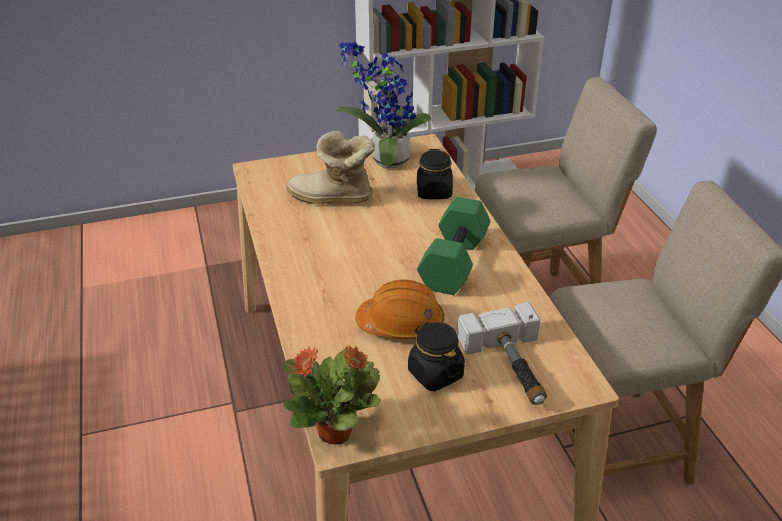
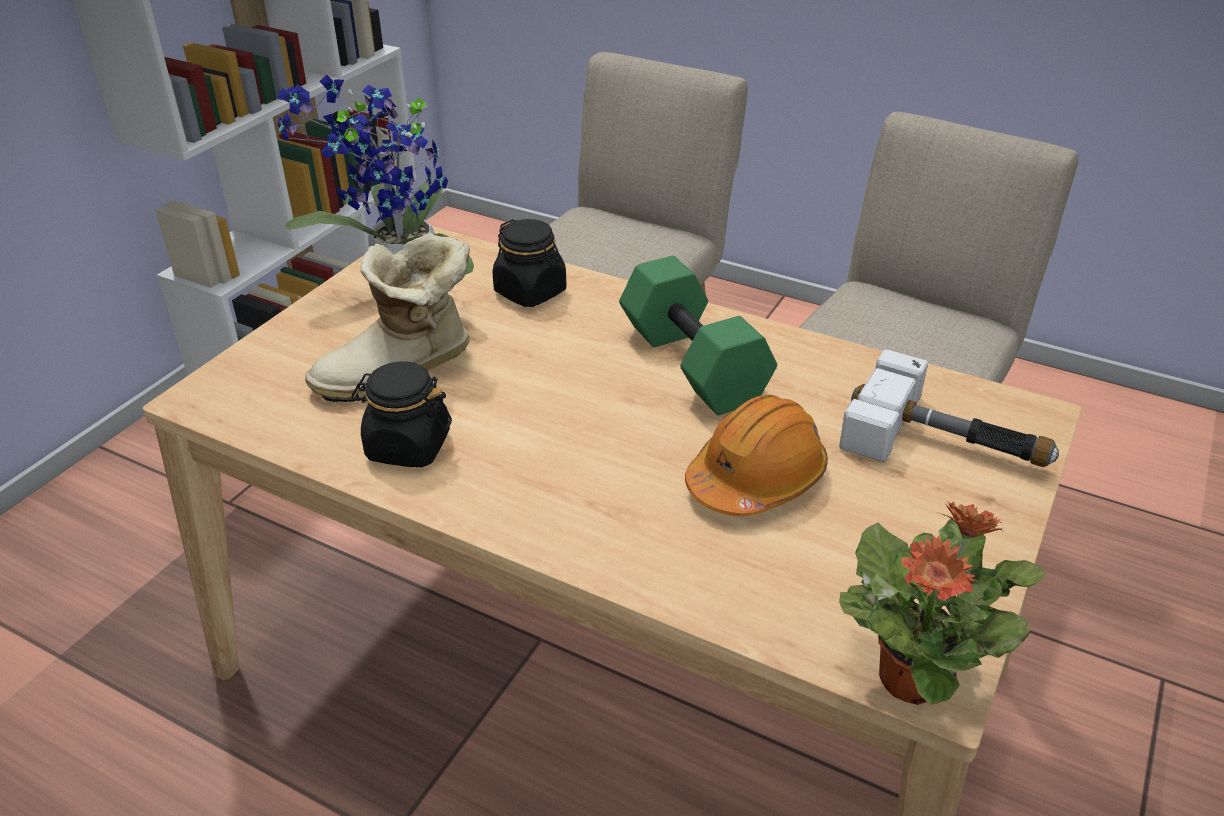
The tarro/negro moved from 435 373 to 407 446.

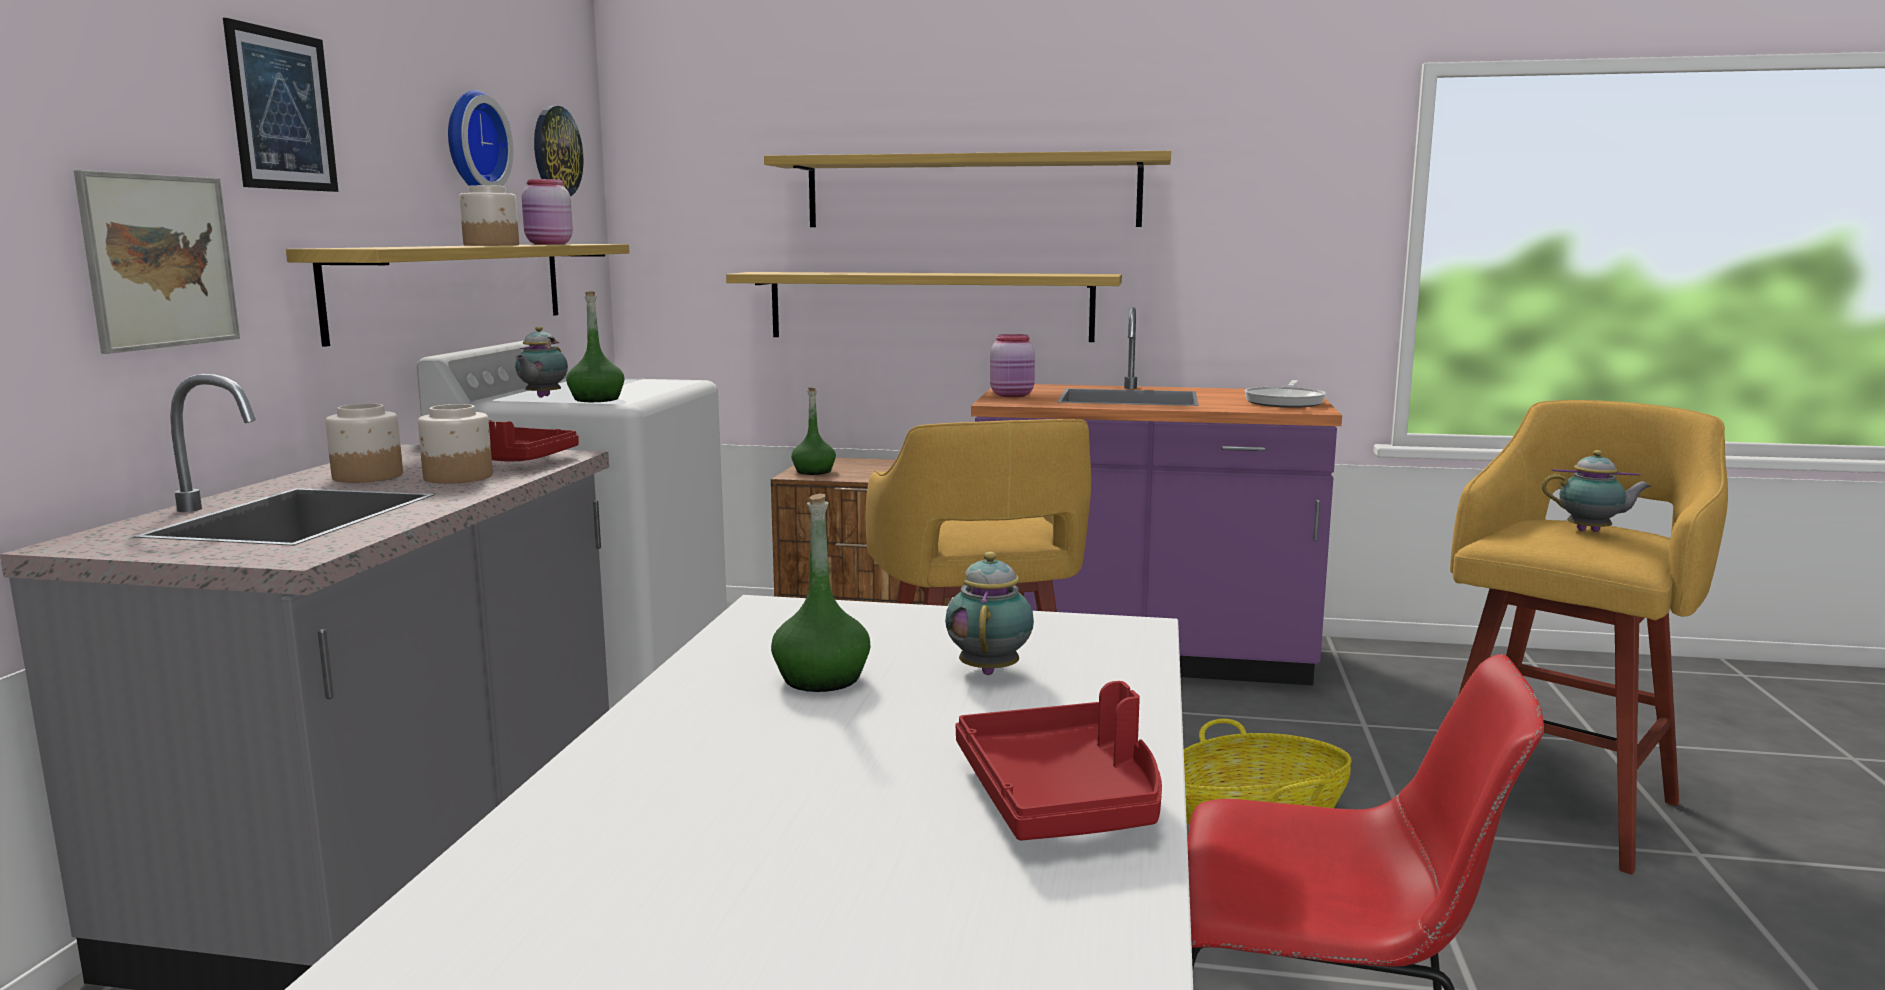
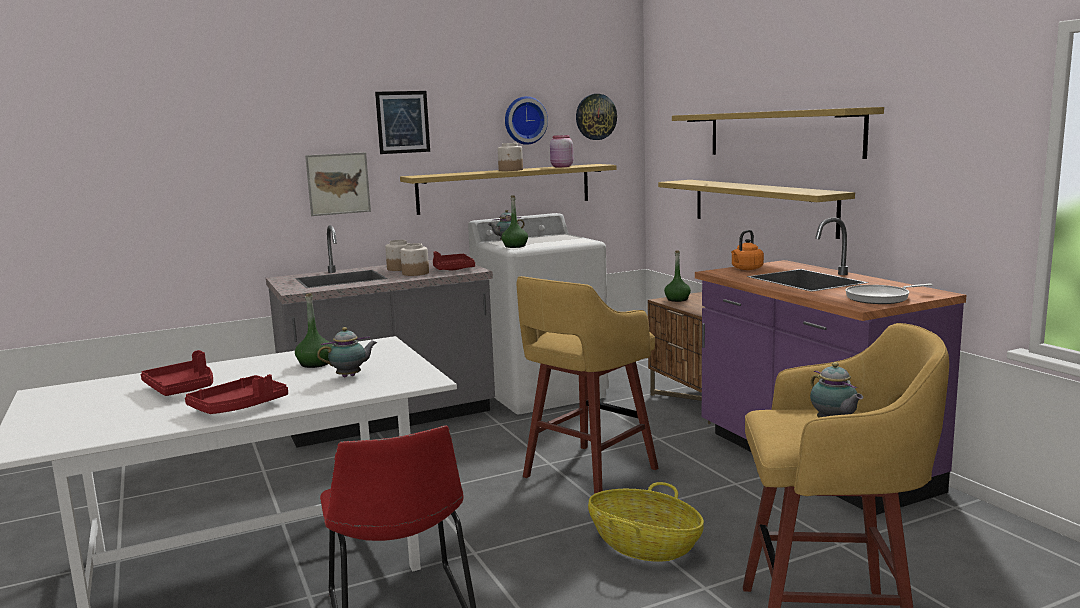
The bandeja/rojo at 182 388 appeared. The tarro/rosa at 1013 395 was replaced by the hervidor/naranja at 746 269.

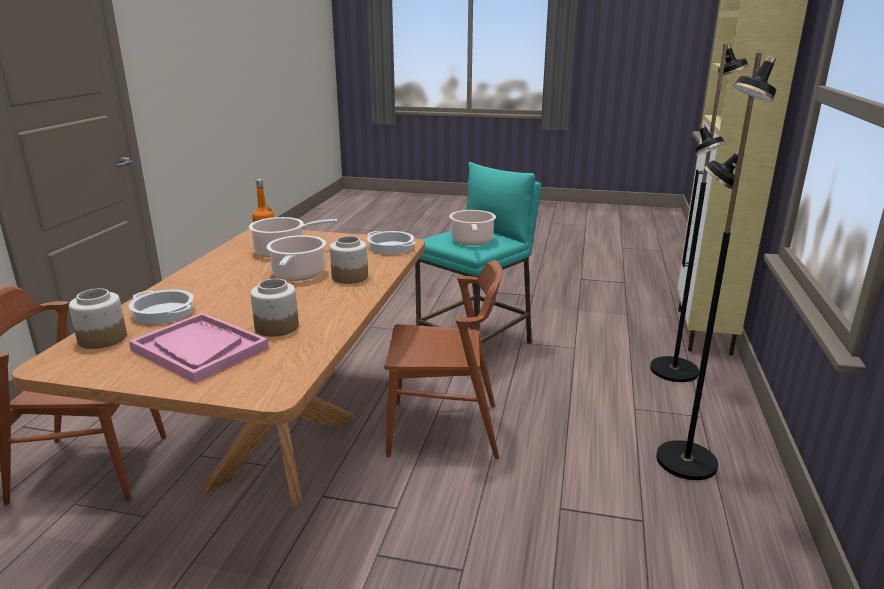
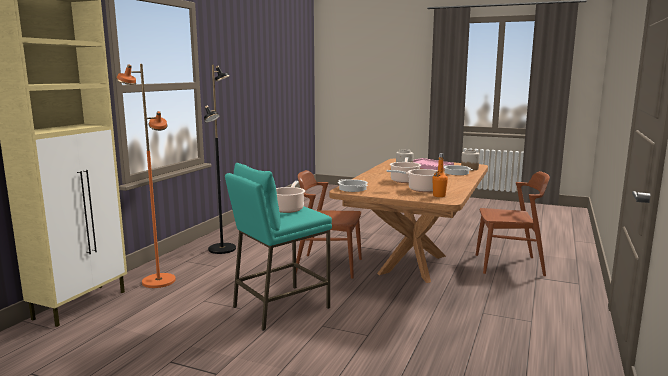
The tarro at 350 277 disappeared. The lámpara de pie/negro at 675 370 became the lámpara de pie/naranja at 158 281.

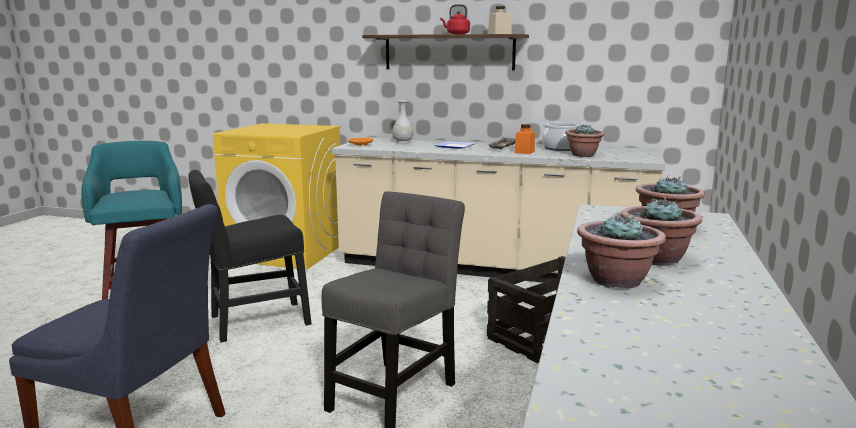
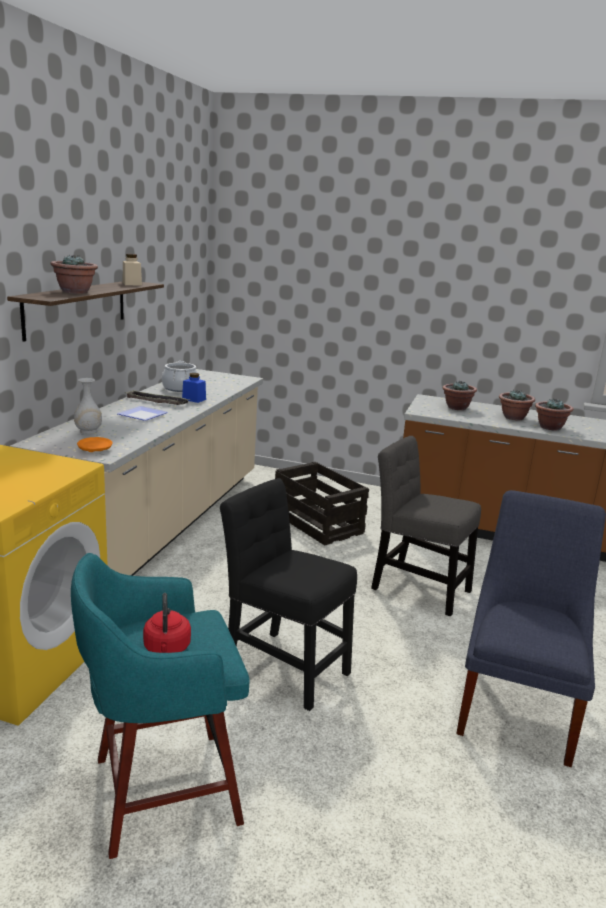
The hervidor/rojo moved from 456 34 to 167 649. The planta en maceta moved from 583 155 to 75 292. The tarro/naranja at 524 152 became the tarro/azul at 194 399. The silla/negro at 254 322 turned 150 degrees clockwise.

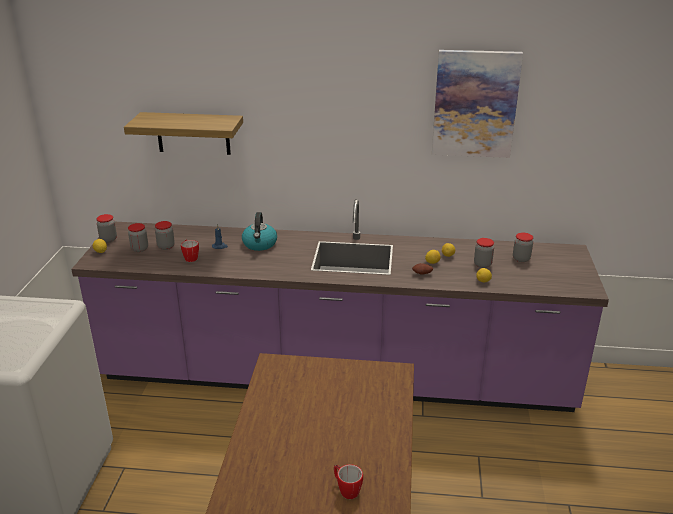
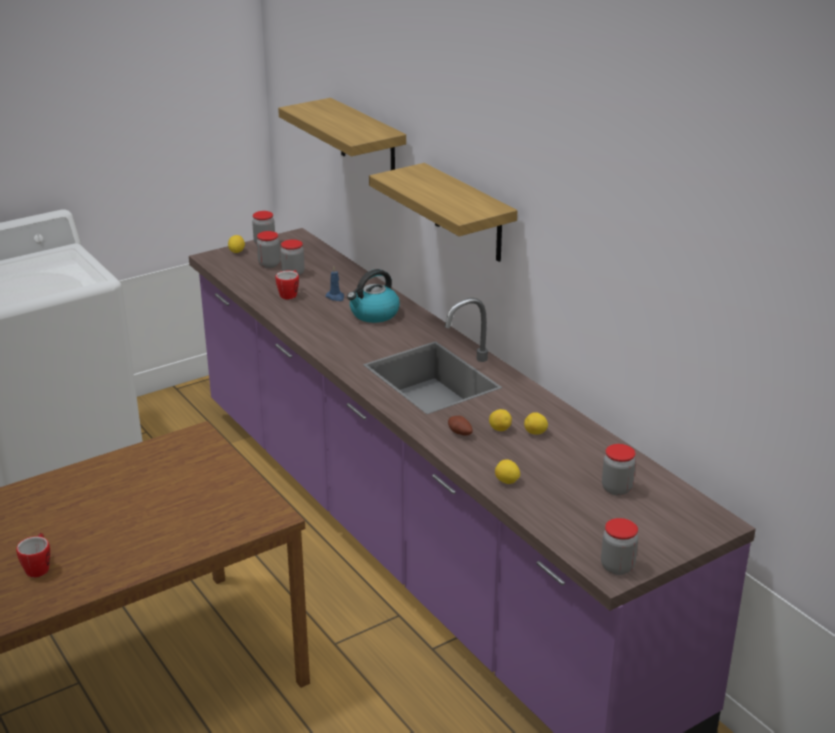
The cuadro at 475 104 disappeared. The estante at 468 214 appeared. The tarro moved from 482 264 to 617 567.

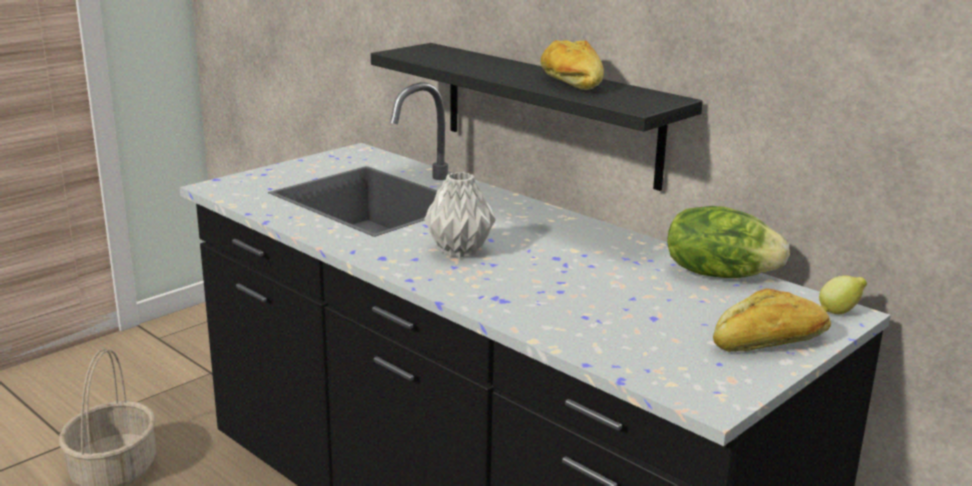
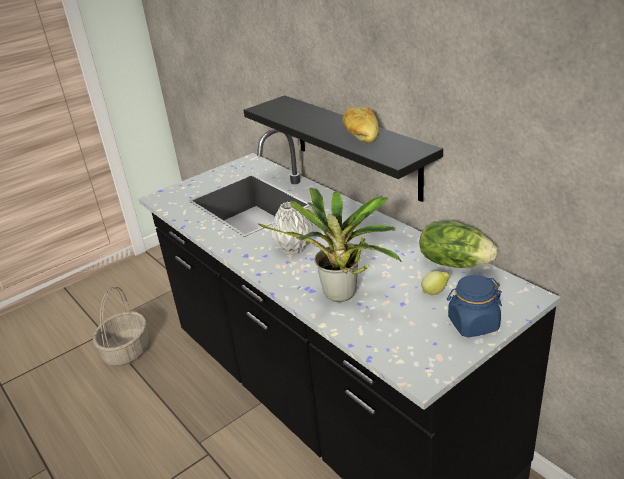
The planta en maceta at 342 297 appeared. The limón moved from 839 312 to 435 292. The pan at 771 342 was replaced by the tarro/azul at 473 324.

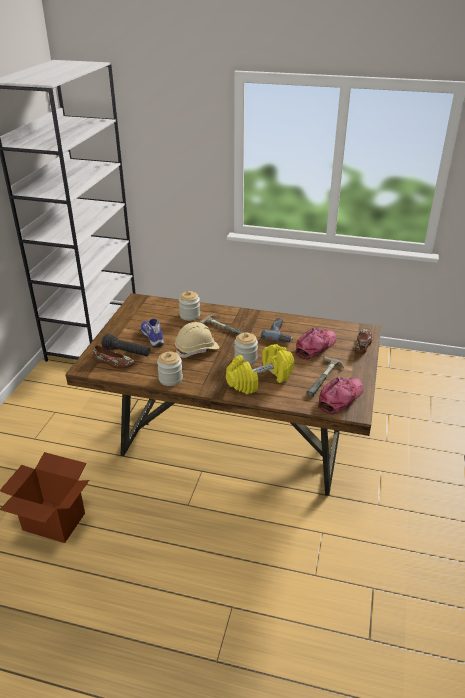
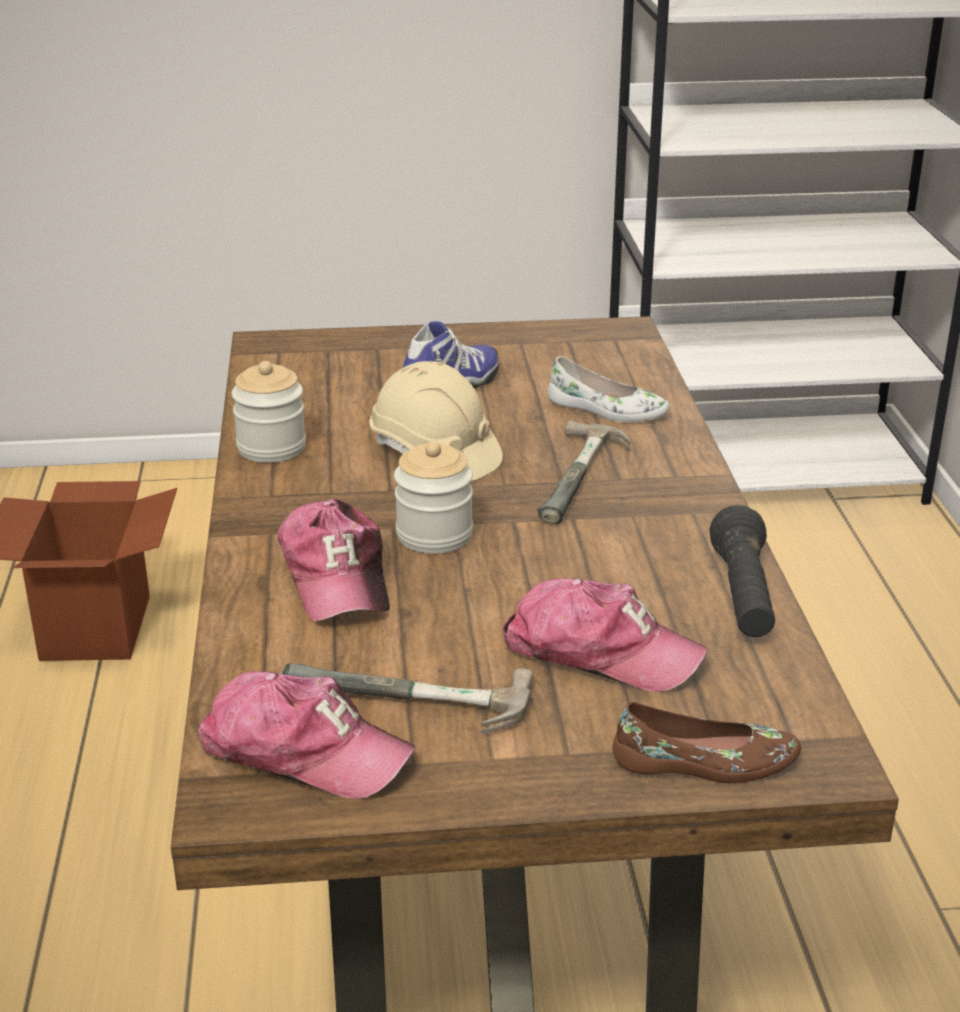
The zapato/marrón at 114 363 disappeared. The taladro at 280 334 disappeared. The linterna/negro moved from 127 352 to 743 596. The tarro at 190 315 was replaced by the zapato/blanco at 606 410. The mancuerna/amarillo at 260 379 was replaced by the gorra at 337 578.

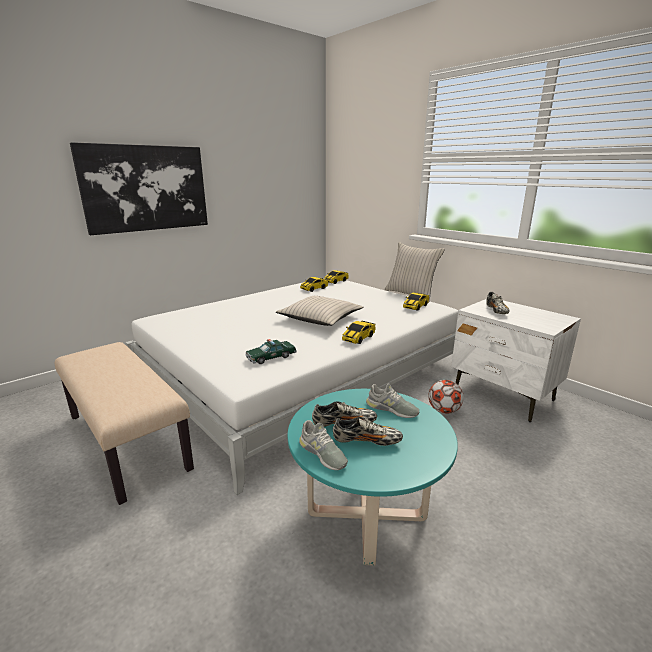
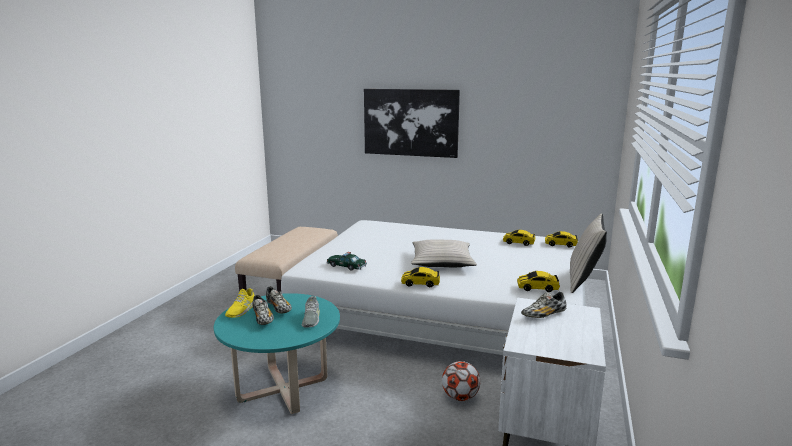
The zapato/gris at 322 454 became the zapato/amarillo at 241 310.

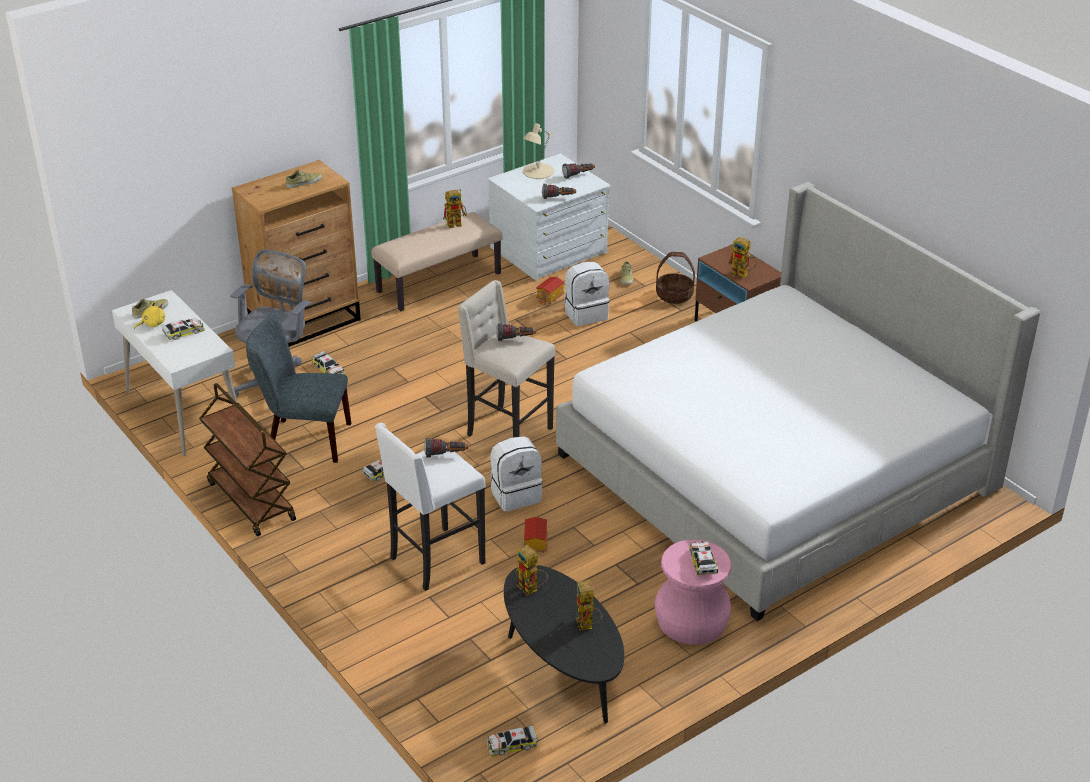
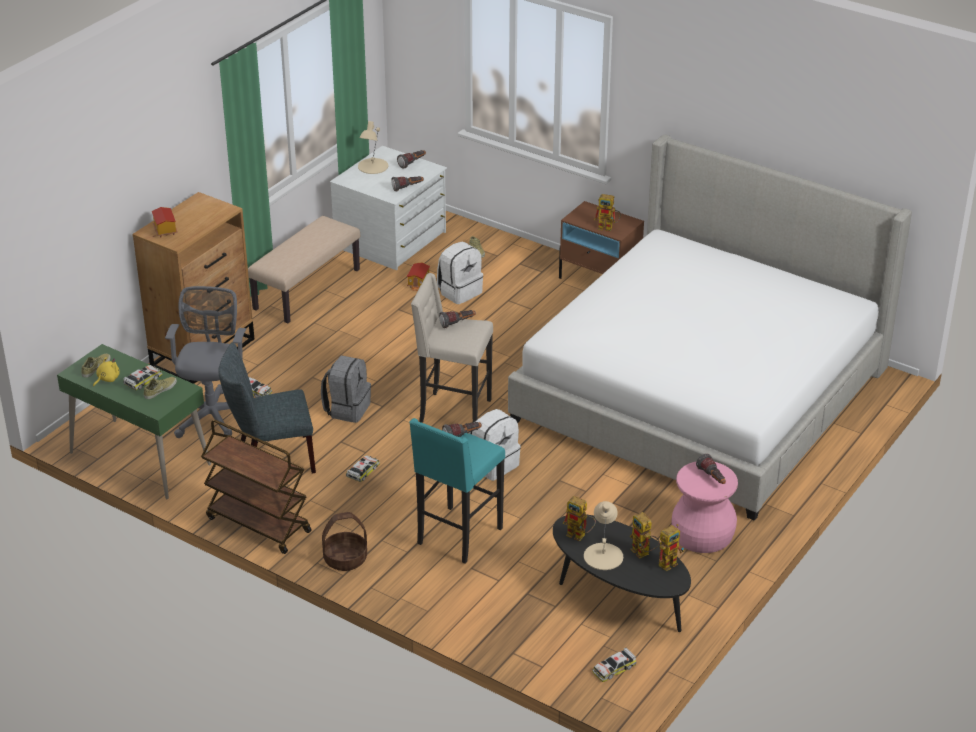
The mochila/gris at 347 409 appeared. The lámpara de mesa/beis at 603 556 appeared. The zapato/beis moved from 303 182 to 160 390. The robot de juguete moved from 457 223 to 669 562. The casita moved from 535 544 to 164 230. The cesta moved from 674 295 to 345 558. The coche de juguete at 702 562 was replaced by the linterna at 712 478. The escritorio/blanco at 184 411 became the escritorio/verde at 139 459. The taburete/blanco at 435 561 became the taburete/turquesa at 457 537.

